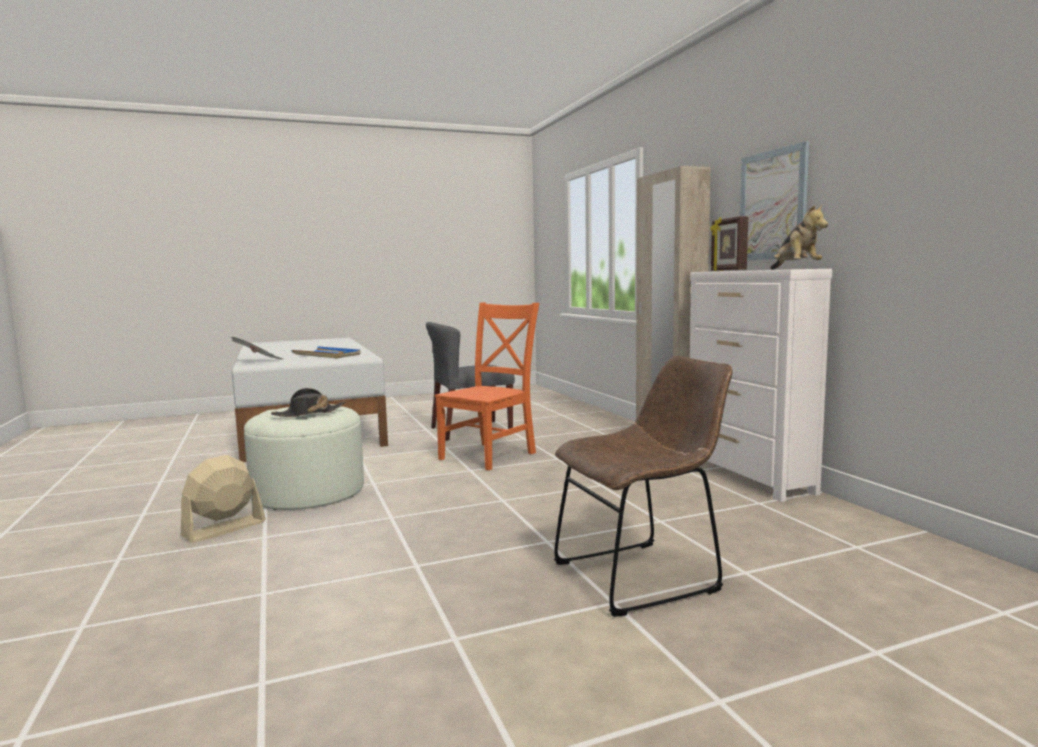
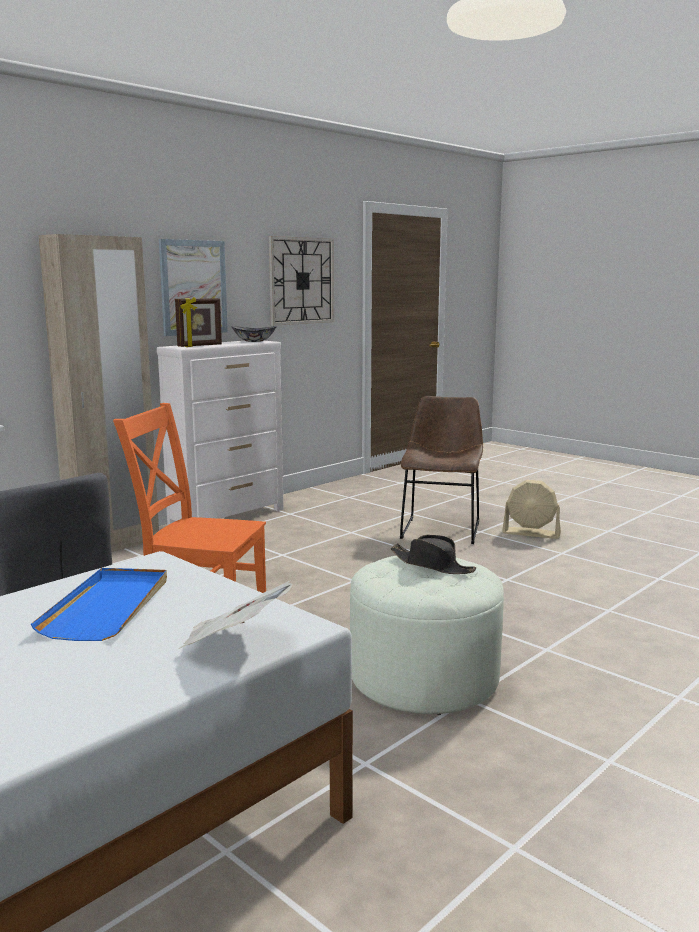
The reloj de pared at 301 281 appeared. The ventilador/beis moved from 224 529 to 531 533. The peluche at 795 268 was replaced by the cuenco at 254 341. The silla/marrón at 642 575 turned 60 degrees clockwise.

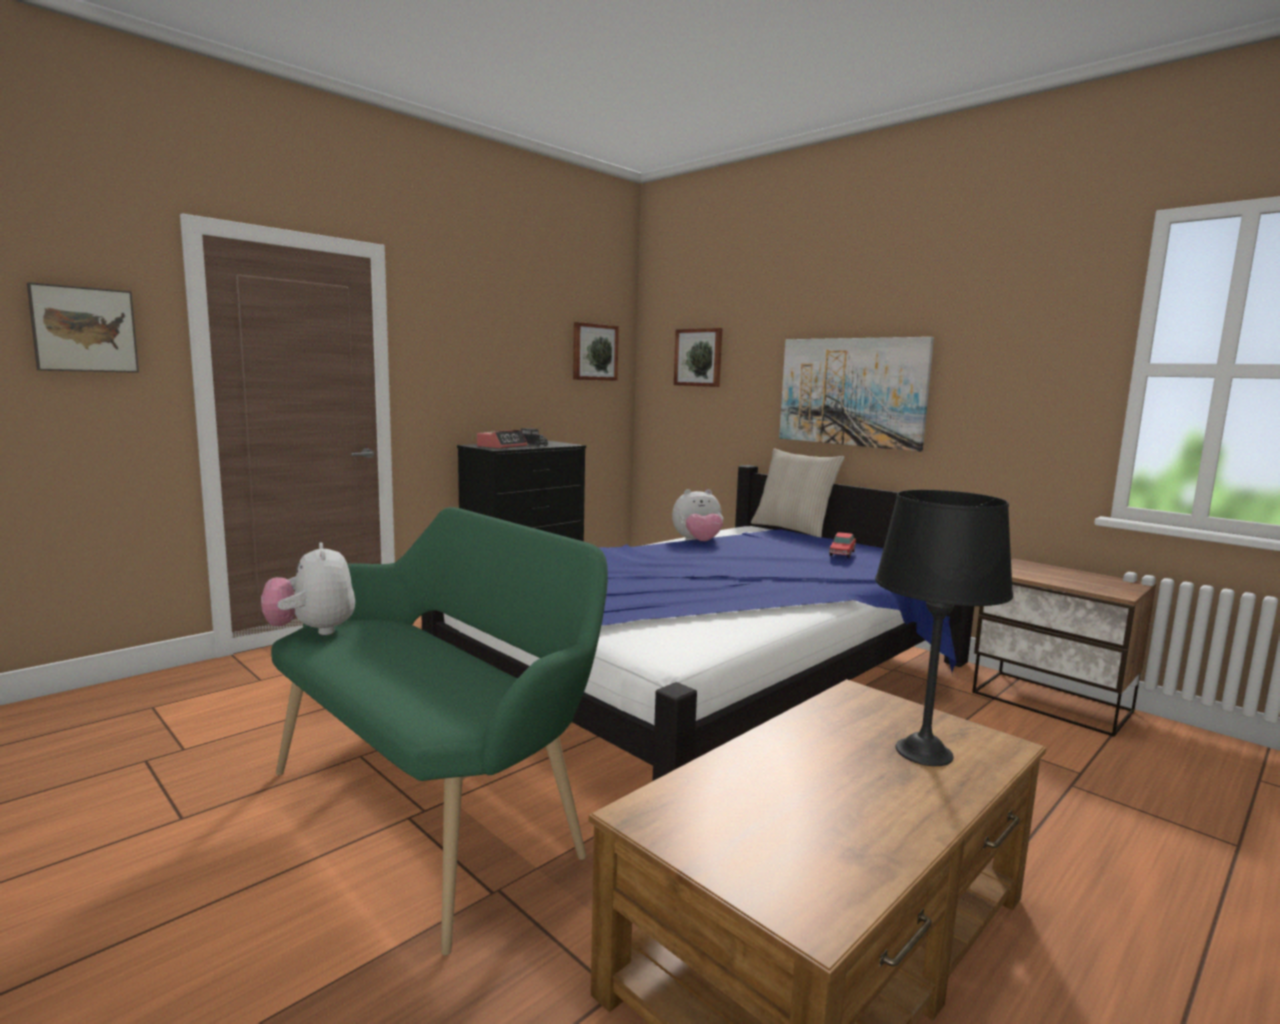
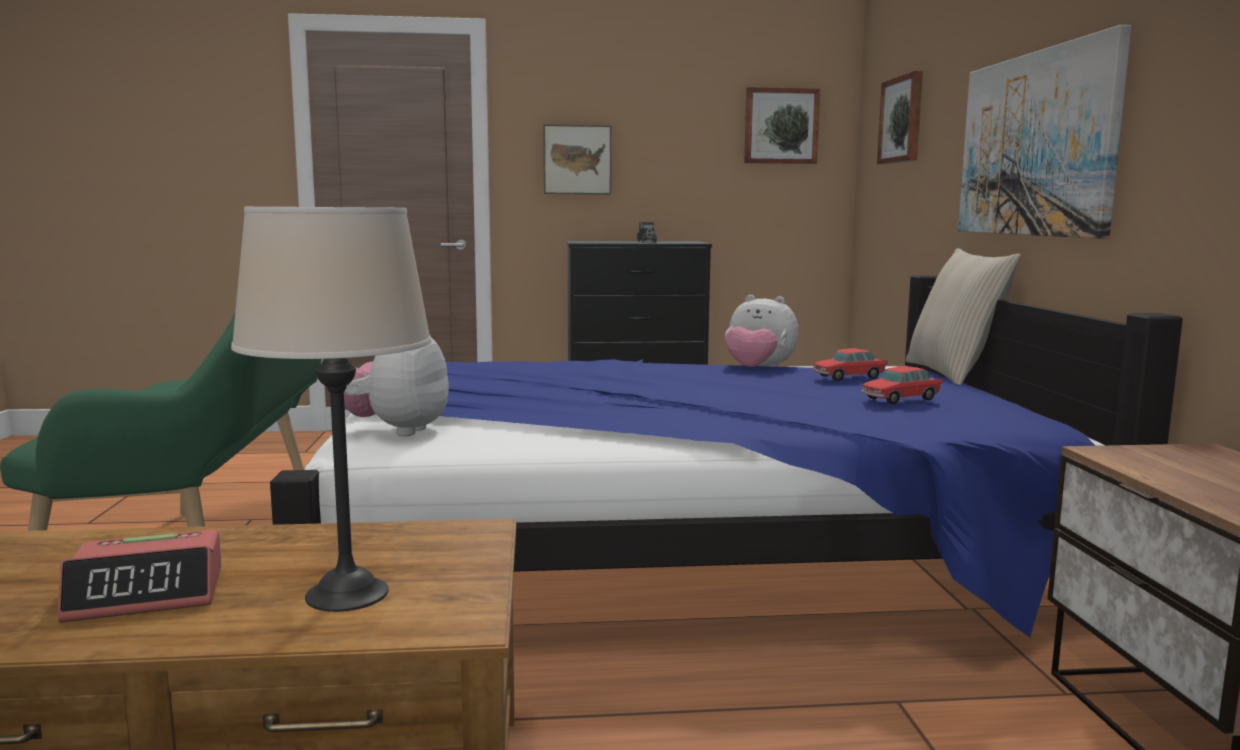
The coche de juguete at 848 377 appeared. The cuadro moved from 84 329 to 577 160. The peluche moved from 312 631 to 397 430. The despertador moved from 502 446 to 148 594. The lámpara de mesa/negro at 924 752 became the lámpara de mesa/beis at 346 594.

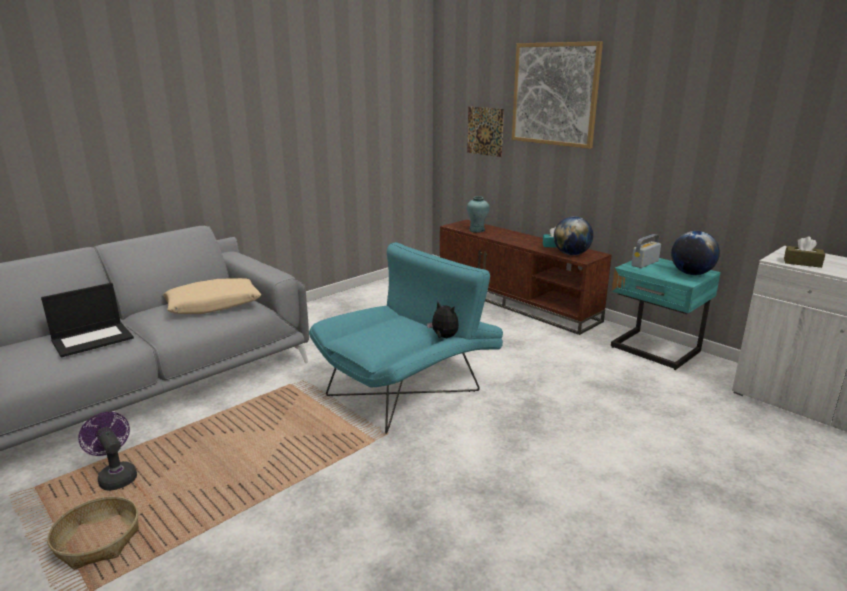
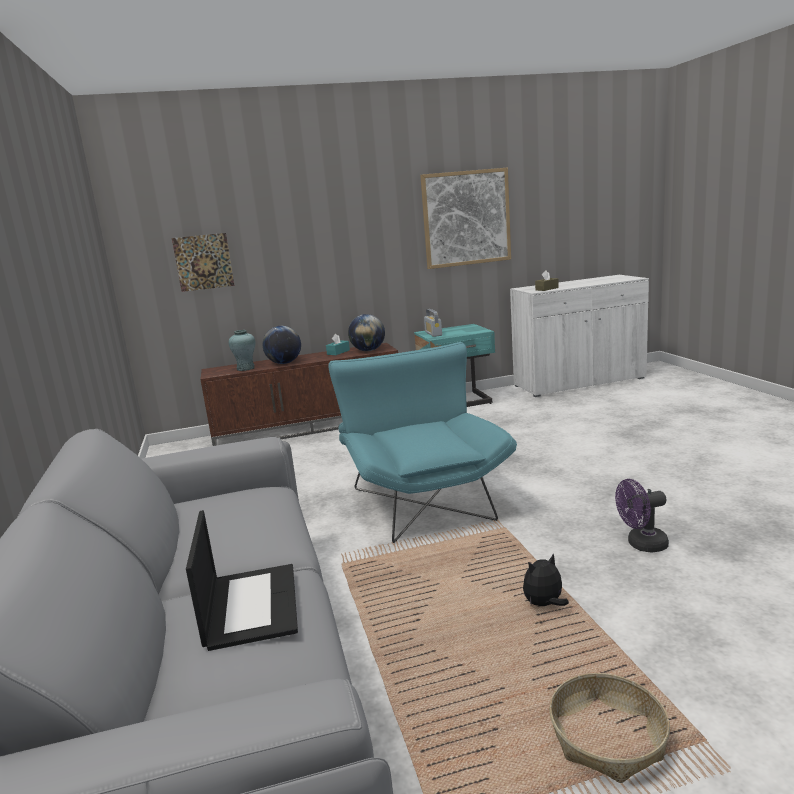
The cojín/beis at 213 305 disappeared. The ventilador/morado moved from 116 476 to 642 545. The peluche moved from 443 337 to 544 605. The cuadro moved from 554 94 to 466 218. The globo terráqueo moved from 691 274 to 284 363.

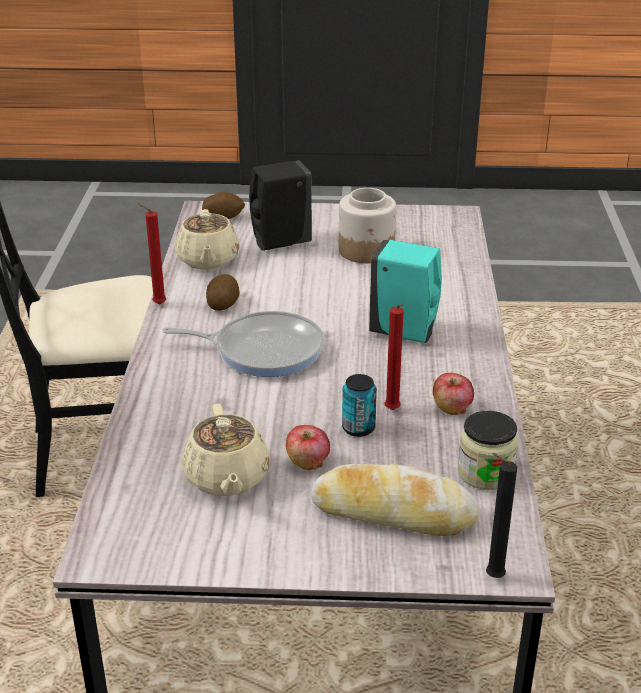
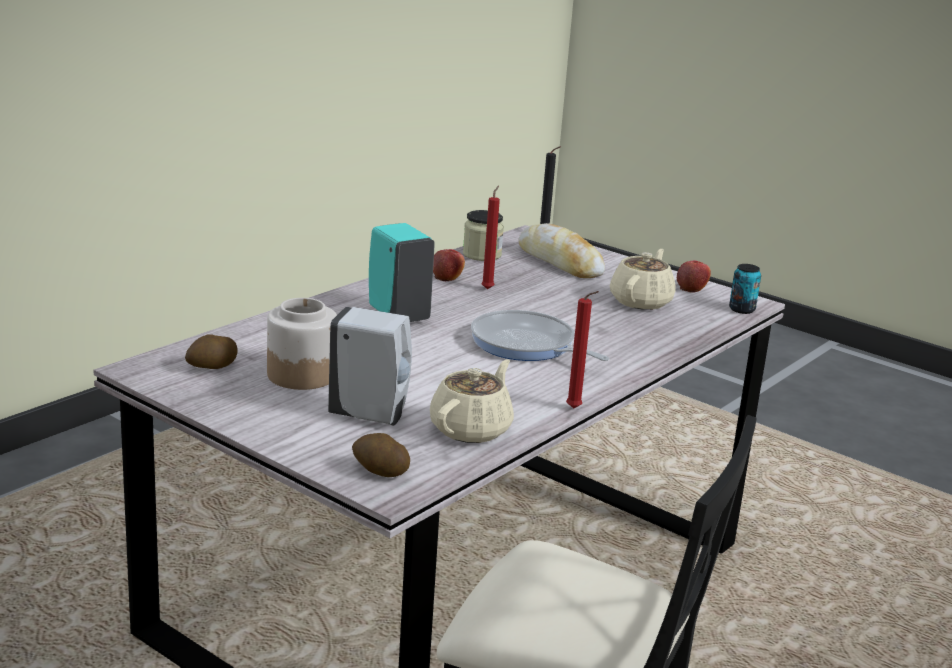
The patata moved from 223 304 to 211 367. The manzana moved from 308 462 to 691 288. The lata moved from 358 428 to 742 309. The dispensador de jabón/negro at 279 243 became the dispensador de jabón/blanco at 371 416.

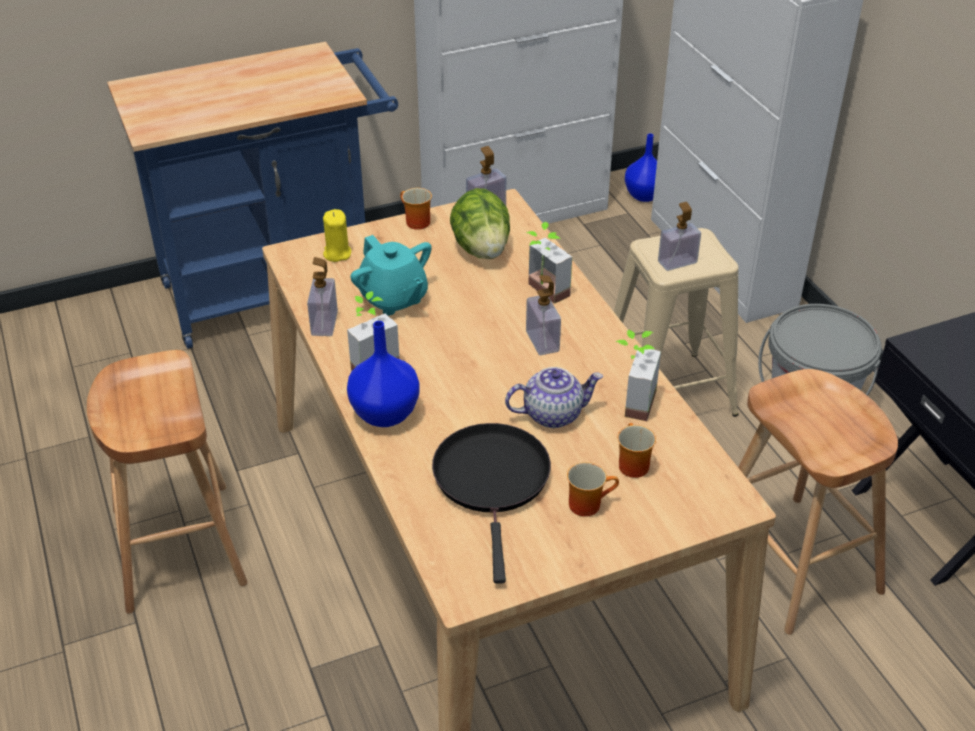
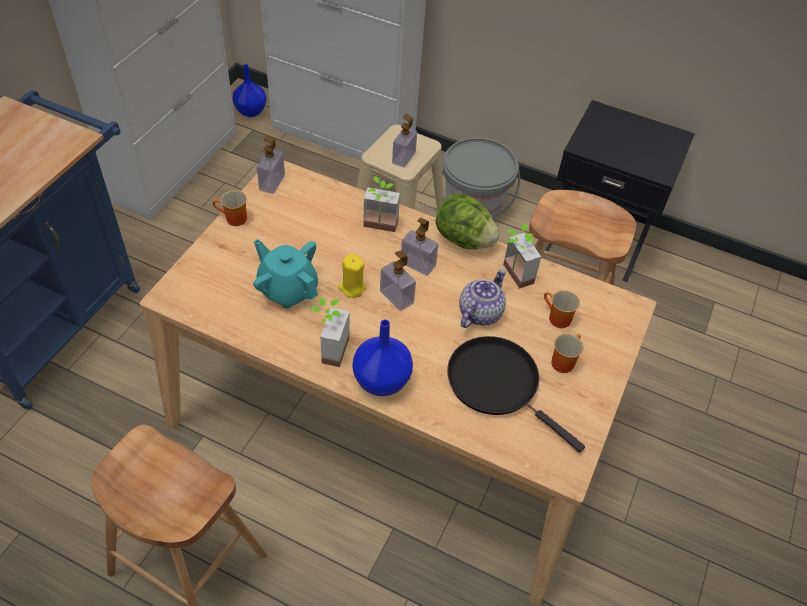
The dispensador de jabón moved from 324 323 to 396 297. The vela/amarillo moved from 337 253 to 352 288. The lechuga moved from 481 249 to 463 240. The tetera/turquesa at 393 299 turned 150 degrees counterclockwise.

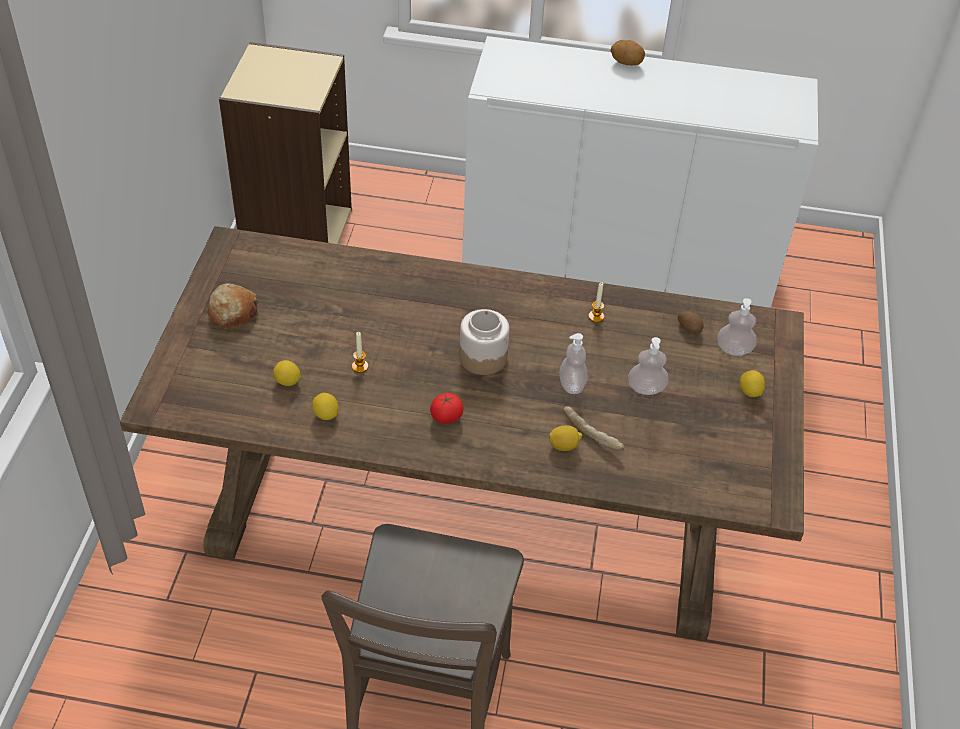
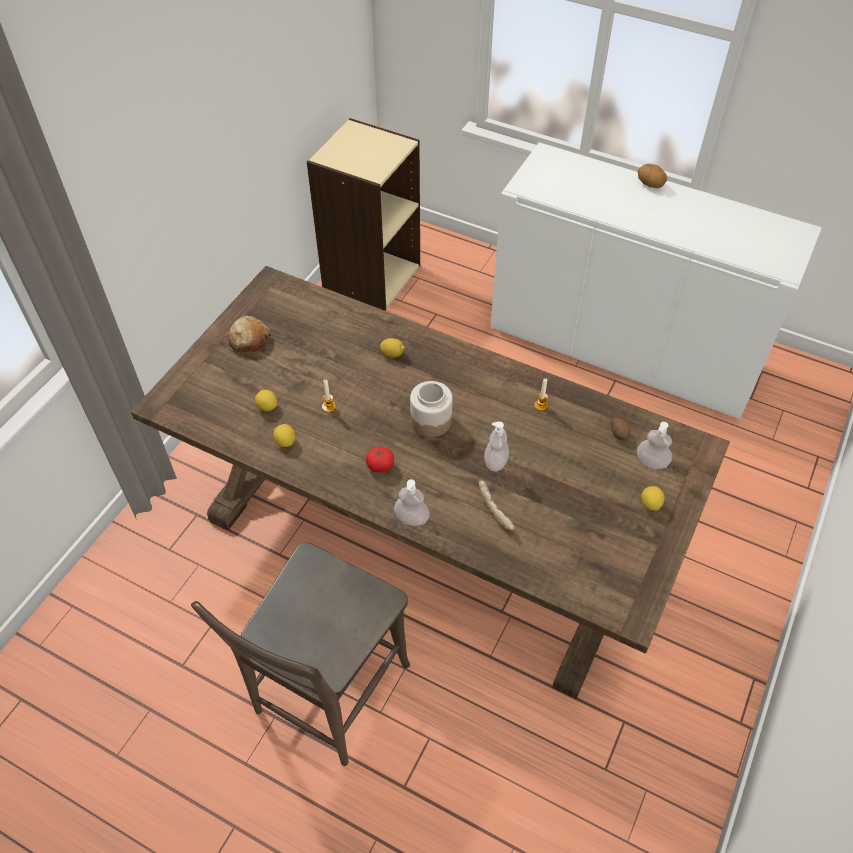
The limón moved from 564 445 to 392 354. The dispensador de jabón moved from 646 388 to 411 518.

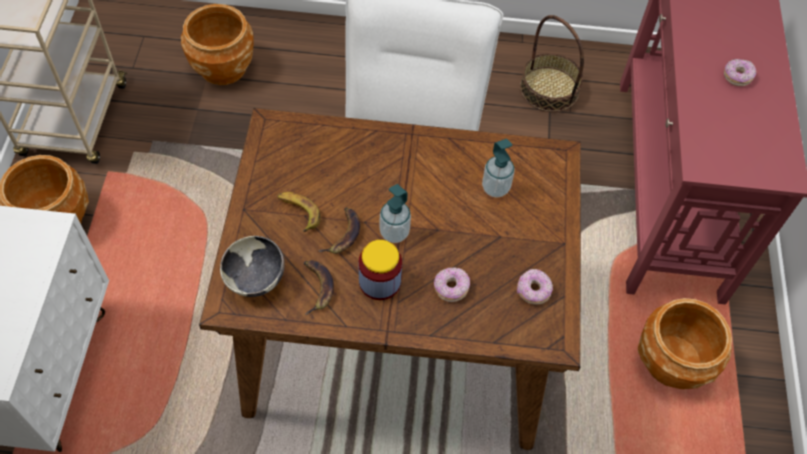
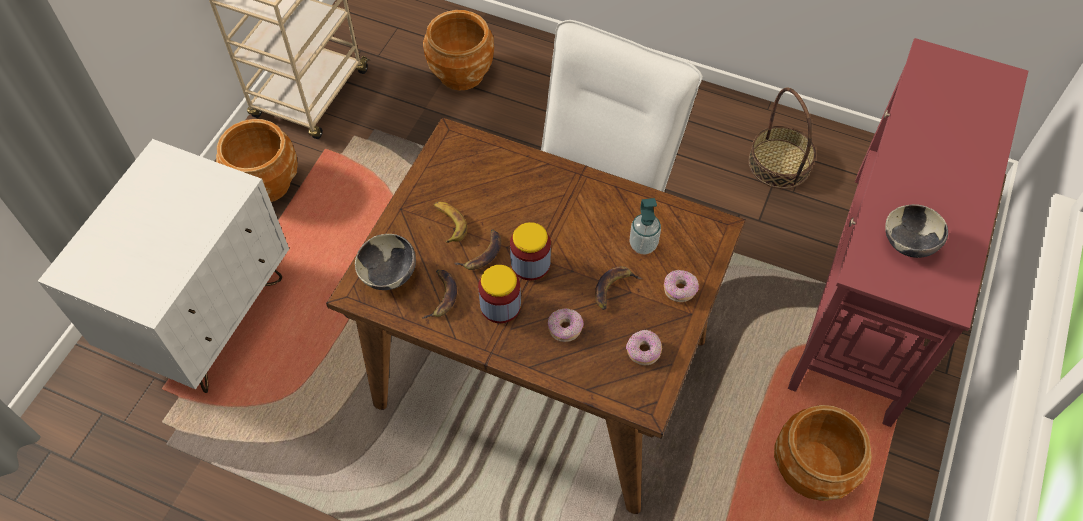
The plátano at 613 289 appeared. The cuenco at 908 244 appeared. The rosquilla moved from 737 77 to 679 290. The dispensador de jabón at 394 233 was replaced by the tarro at 530 264.

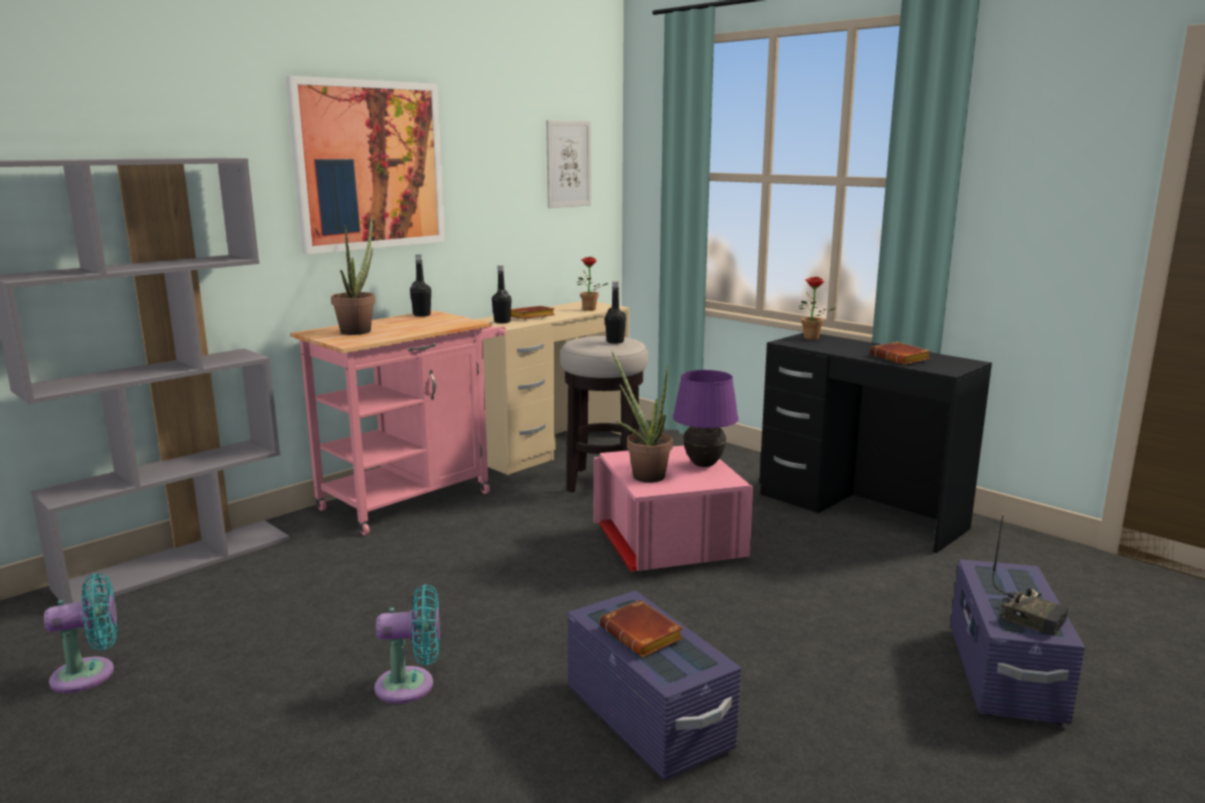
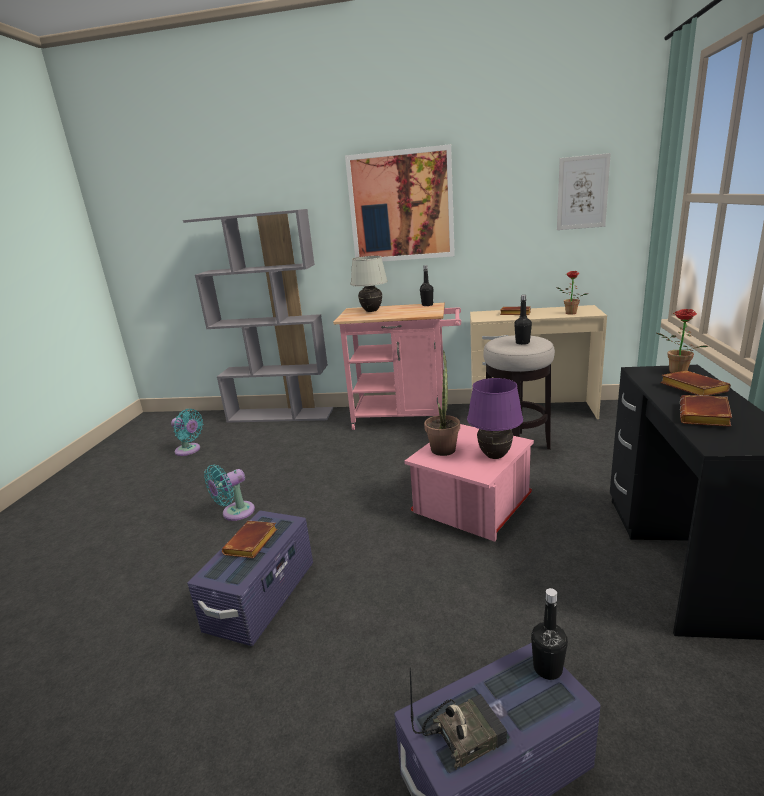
The libro/marrón at 691 388 appeared. The botella/negro moved from 502 322 to 547 668. The planta en maceta at 359 330 was replaced by the lámpara de mesa/blanco at 372 311. The ventilador/turquesa at 411 685 turned 90 degrees clockwise. The radio at 1031 618 turned 120 degrees counterclockwise.

